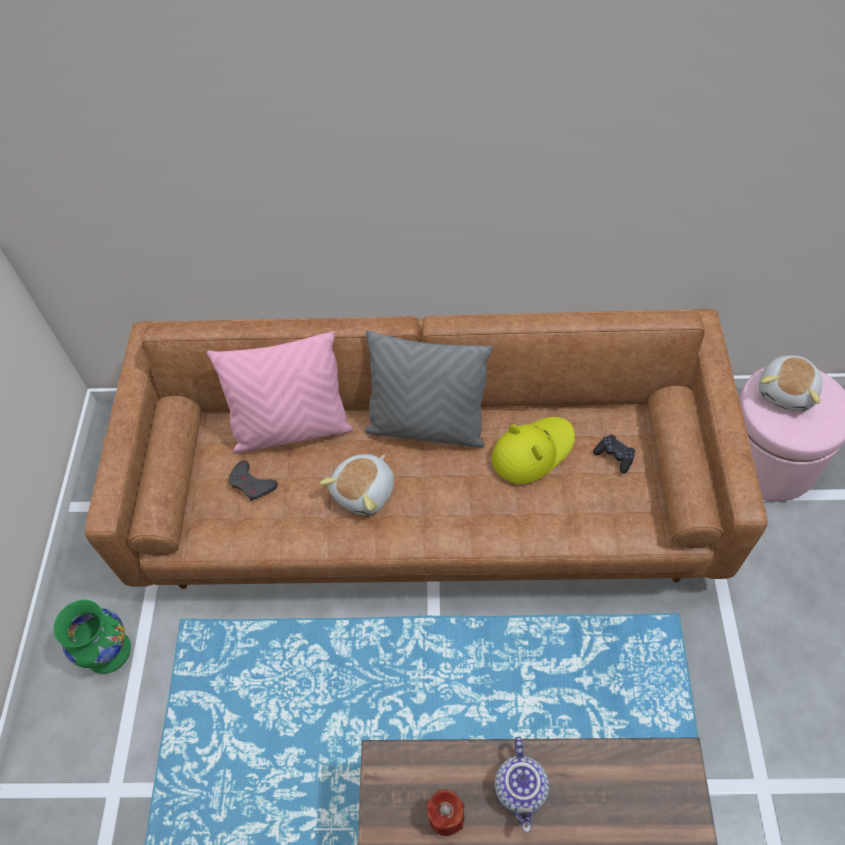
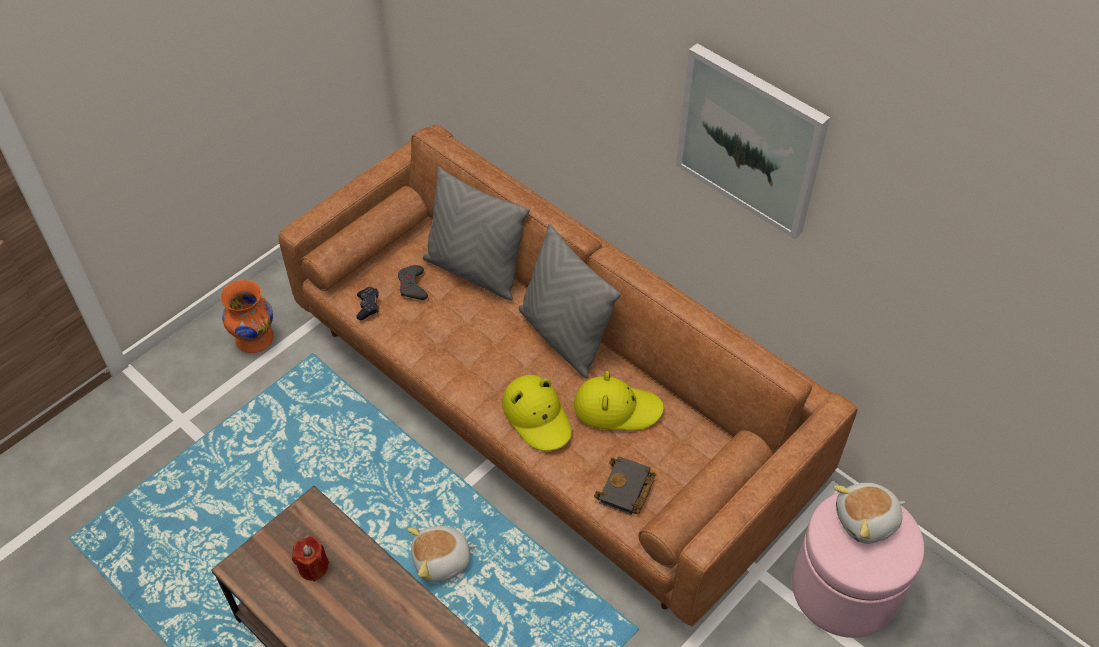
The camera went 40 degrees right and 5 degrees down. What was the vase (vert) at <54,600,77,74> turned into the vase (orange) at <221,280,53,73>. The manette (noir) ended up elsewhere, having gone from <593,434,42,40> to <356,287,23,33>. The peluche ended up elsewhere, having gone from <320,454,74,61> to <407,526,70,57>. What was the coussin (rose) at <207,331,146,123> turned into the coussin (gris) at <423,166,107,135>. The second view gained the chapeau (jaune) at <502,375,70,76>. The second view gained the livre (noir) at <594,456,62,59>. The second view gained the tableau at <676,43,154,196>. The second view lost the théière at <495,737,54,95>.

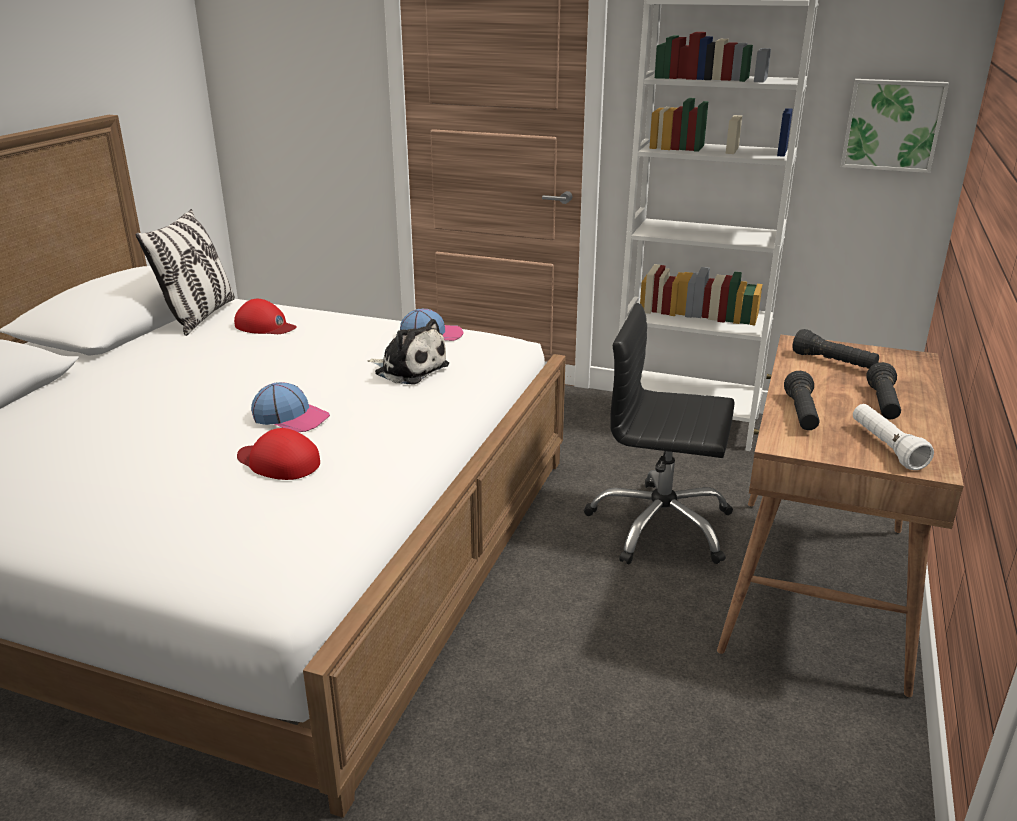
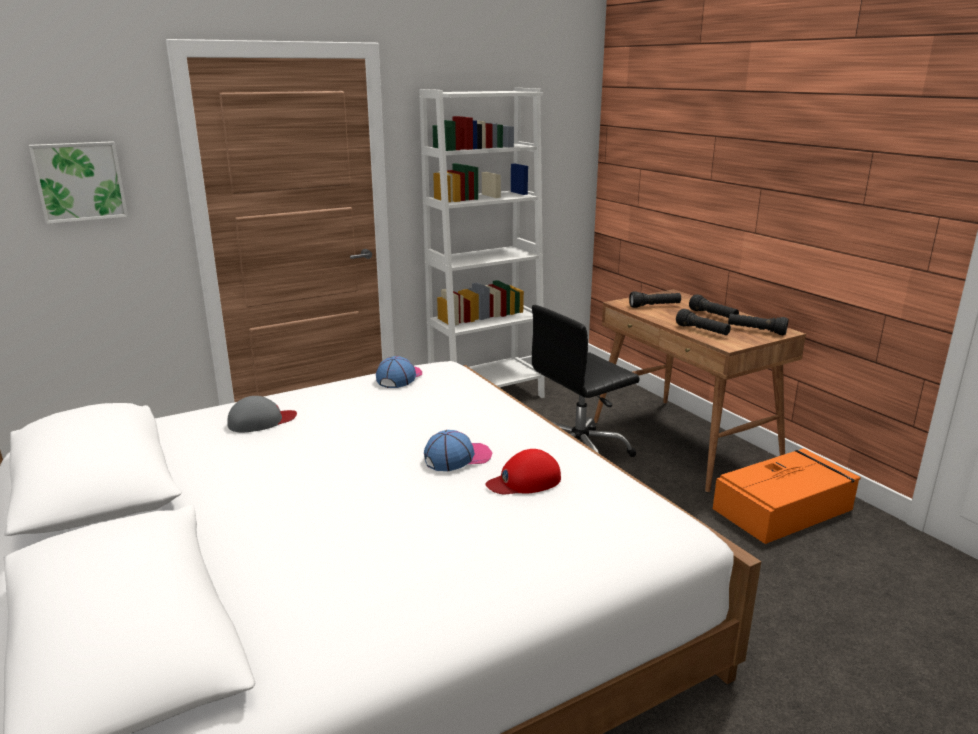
The camera went 50 degrees left and 5 degrees down. The tableau ended up elsewhere, having gone from <841,79,108,94> to <29,141,99,83>. What was the casquette (rouge) at <234,299,63,35> turned into the casquette (gris) at <228,396,69,36>. The second view gained the boîte de rangement (orange) at <713,448,148,96>. What was the lampe de poche (blanc) at <853,404,81,66> turned into the lampe de poche (noir) at <728,314,61,21>. The second view lost the coussin at <136,209,99,127>. The second view lost the peluche at <367,319,82,66>.

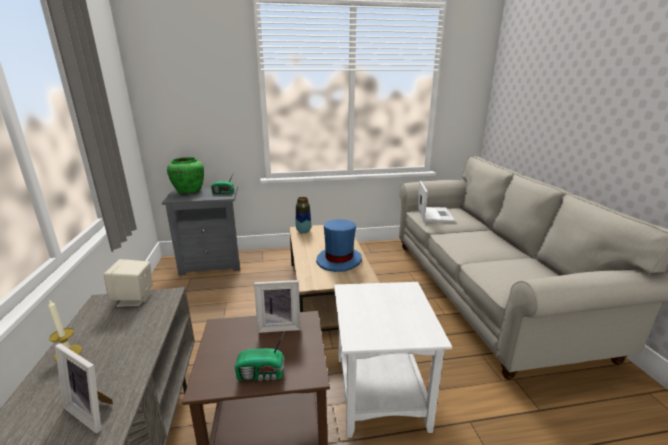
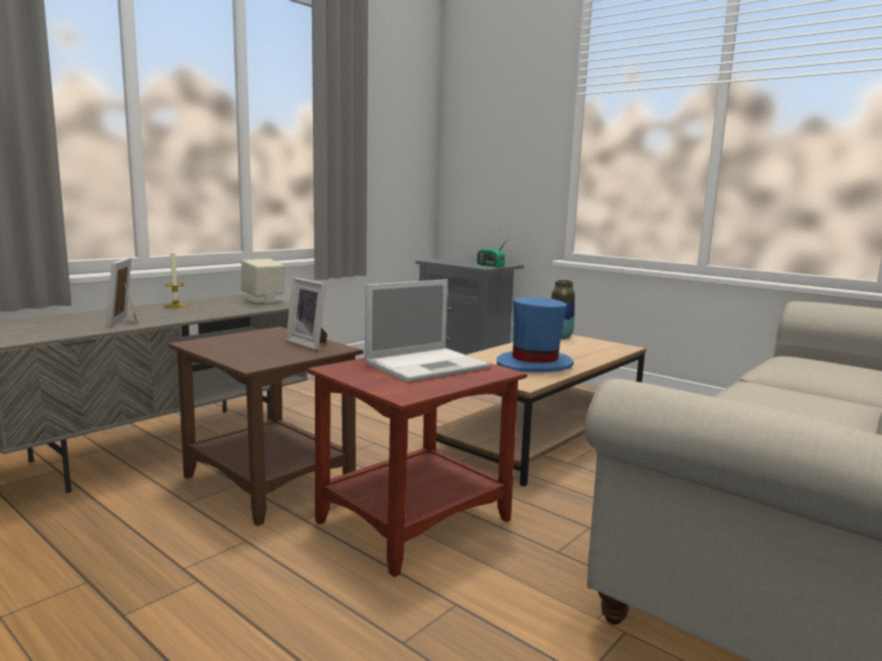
The camera went 50 degrees right and 10 degrees down. What was the table d'appoint (blanc) at <334,282,118,156> turned into the table d'appoint (marron) at <307,358,220,219>. The ordinateur portable ended up elsewhere, having gone from <417,181,38,41> to <365,279,126,103>. The second view lost the vase (vert) at <167,157,37,37>. The second view lost the radio at <235,331,50,50>.

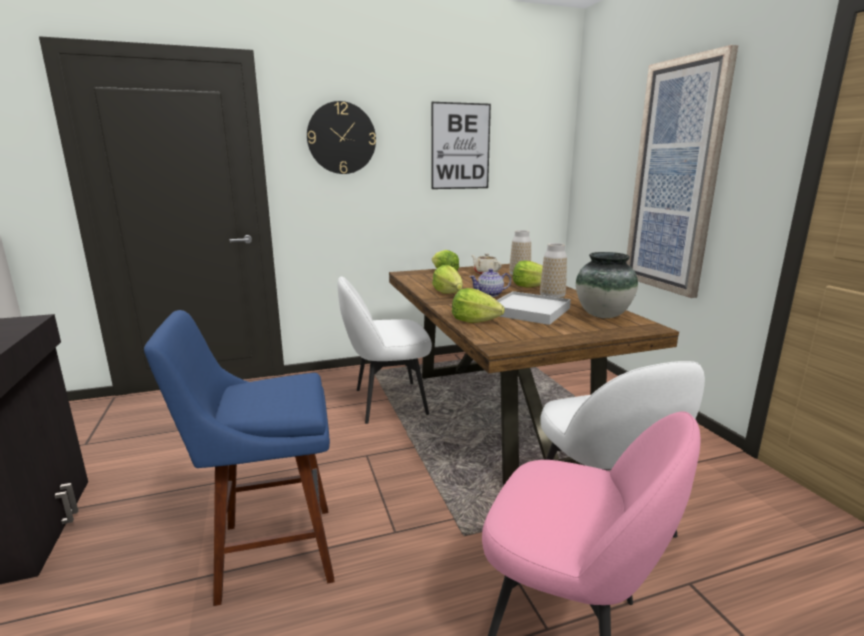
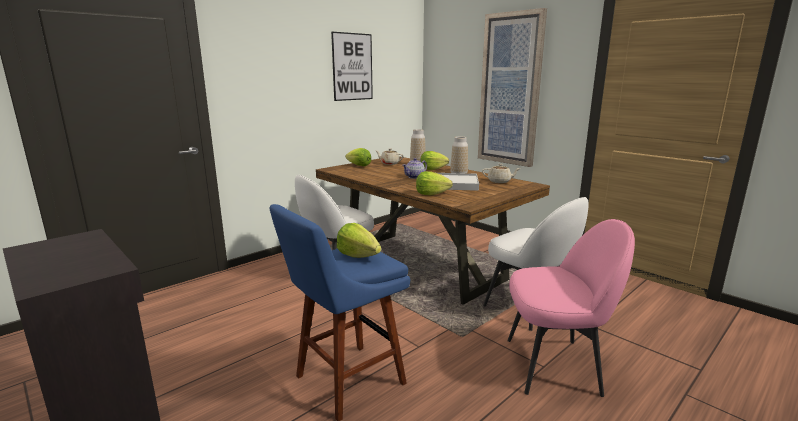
The camera went 25 degrees left and 0 degrees up. The laitue ended up elsewhere, having gone from <432,265,31,29> to <337,223,44,35>. Where the vase stood at <576,252,62,66>, the théière (beige) came to stand at <482,164,39,19>. The second view lost the horloge murale at <307,101,69,73>.

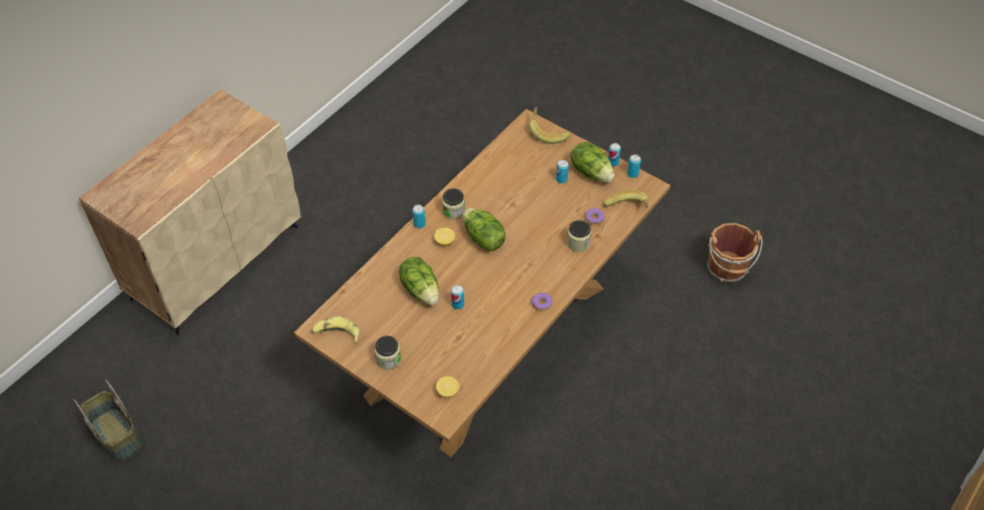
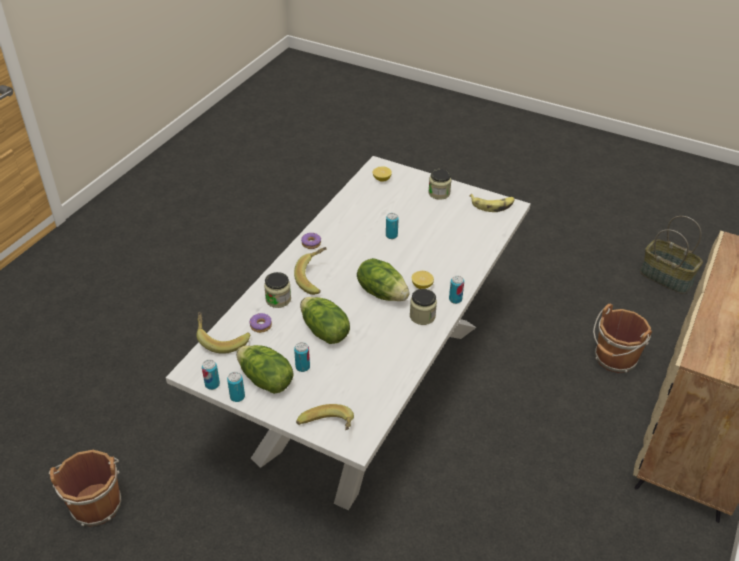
The camera went 170 degrees right and 10 degrees down. What was the table à manger (marron) at <294,109,376,348> turned into the table à manger (blanc) at <166,156,365,354>. The second view gained the banane at <294,247,33,48>. The laitue ended up elsewhere, having gone from <399,257,40,48> to <300,297,50,47>. The second view gained the seau (marron) at <593,304,59,69>.

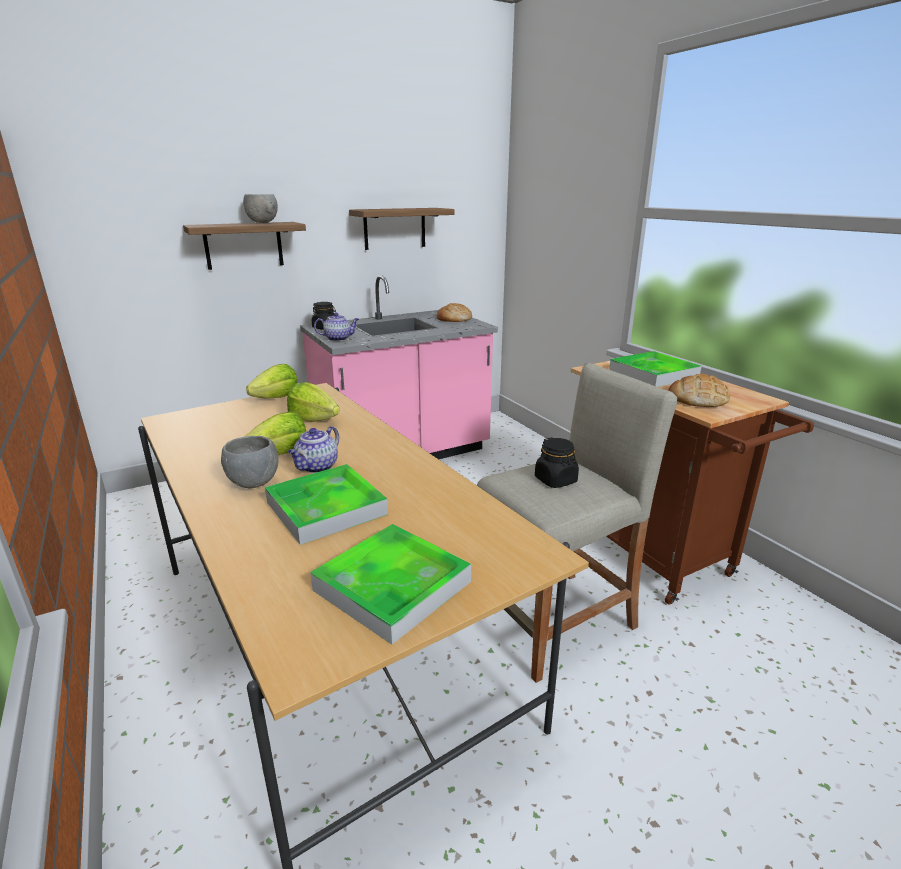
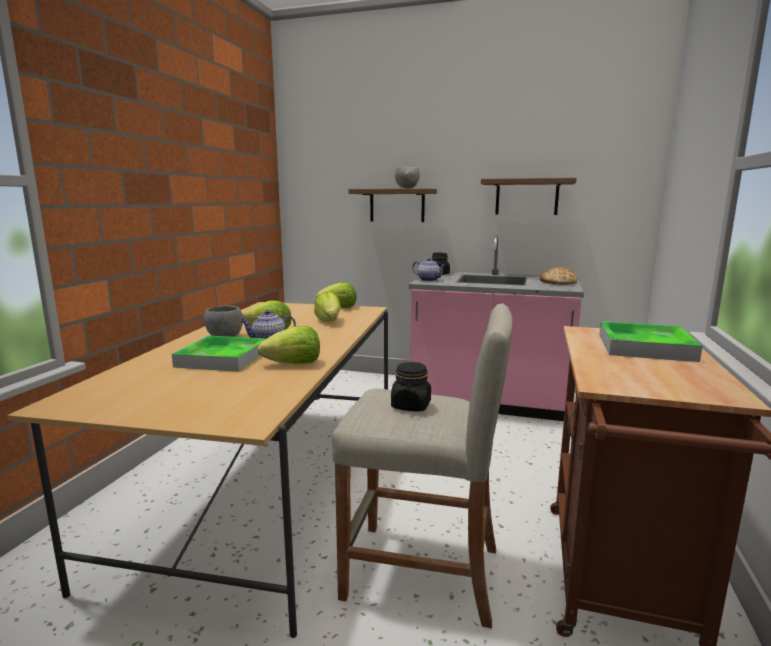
The camera went 45 degrees right and 10 degrees down. The second view gained the laitue at <258,326,62,38>. The second view lost the plateau at <310,524,161,120>. The second view lost the pain at <668,374,62,33>.

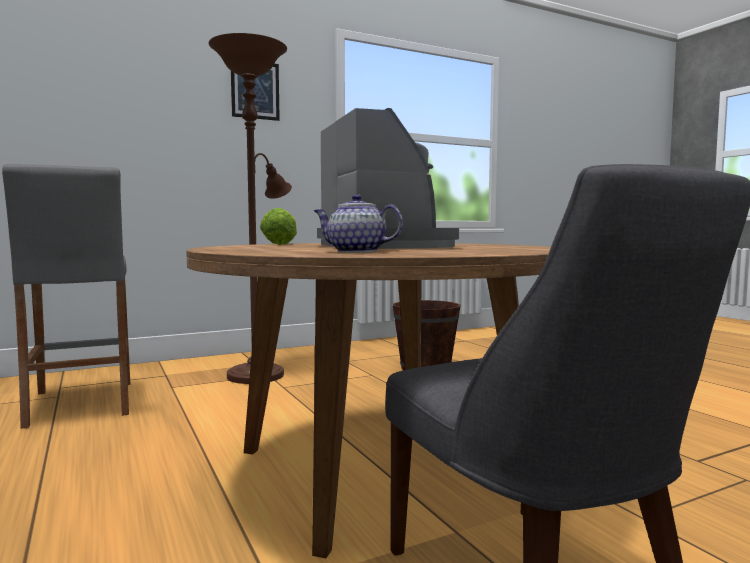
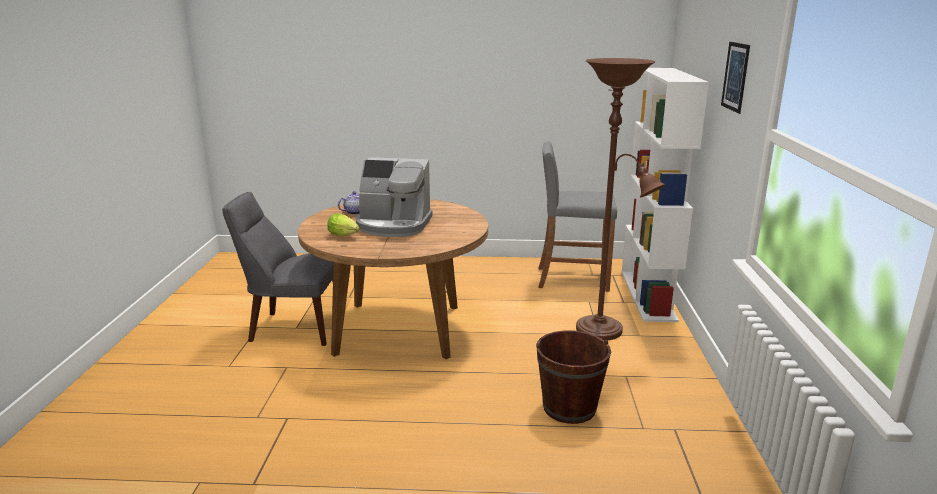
The camera went 120 degrees right and 15 degrees up. The laitue ended up elsewhere, having gone from <260,208,37,37> to <327,214,33,23>. The second view gained the bibliothèque (blanc) at <622,68,87,254>.

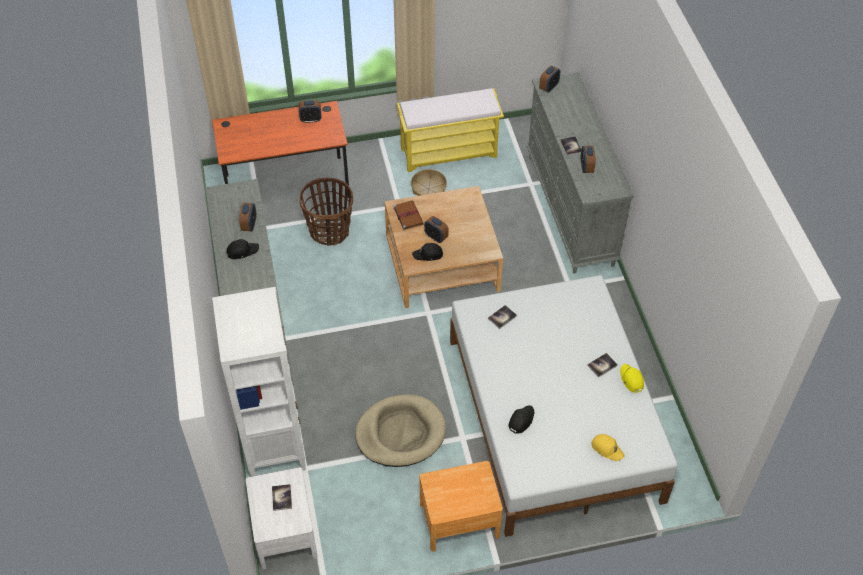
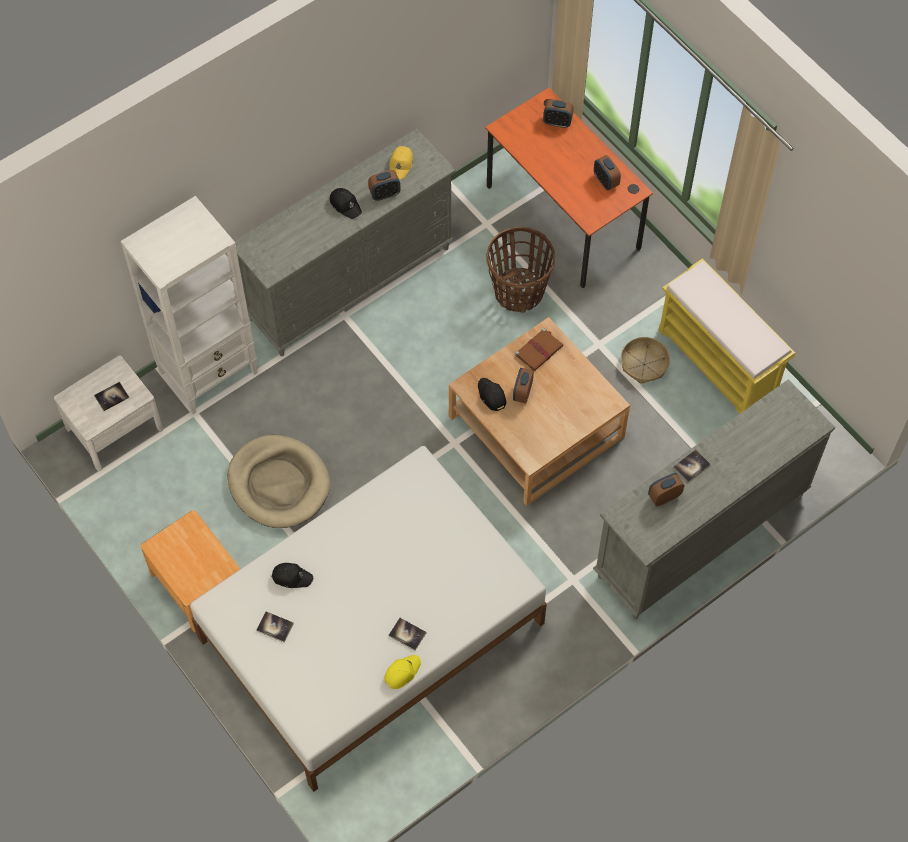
The camera went 65 degrees right and 10 degrees up. The livre ended up elsewhere, having gone from <488,305,29,24> to <256,611,38,31>. The casquette (jaune) ended up elsewhere, having gone from <591,434,33,27> to <389,146,24,33>. The réveil ended up elsewhere, having gone from <539,65,21,27> to <543,99,31,29>.

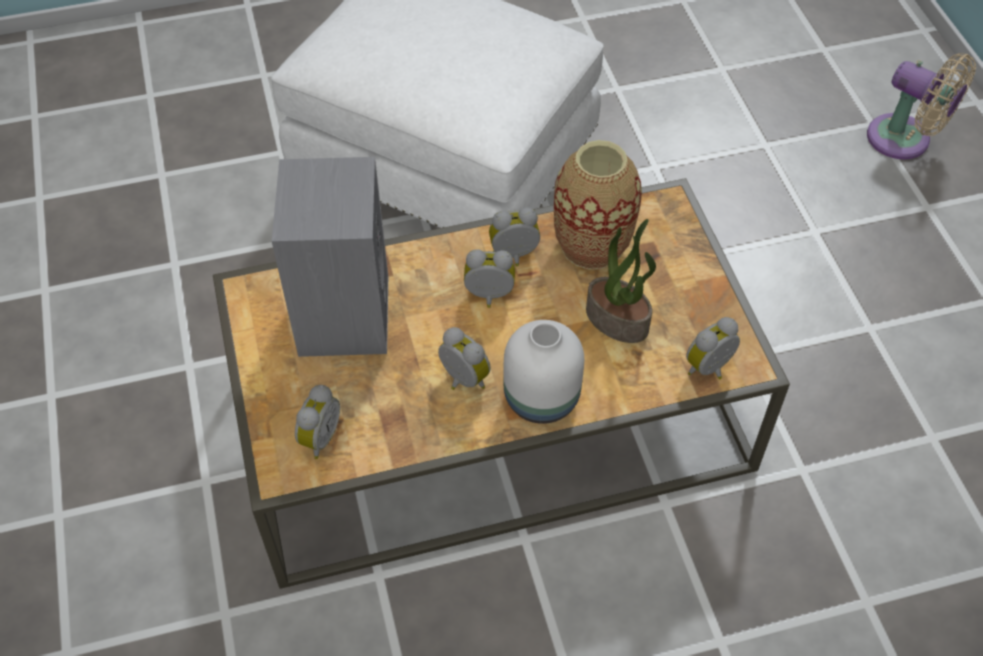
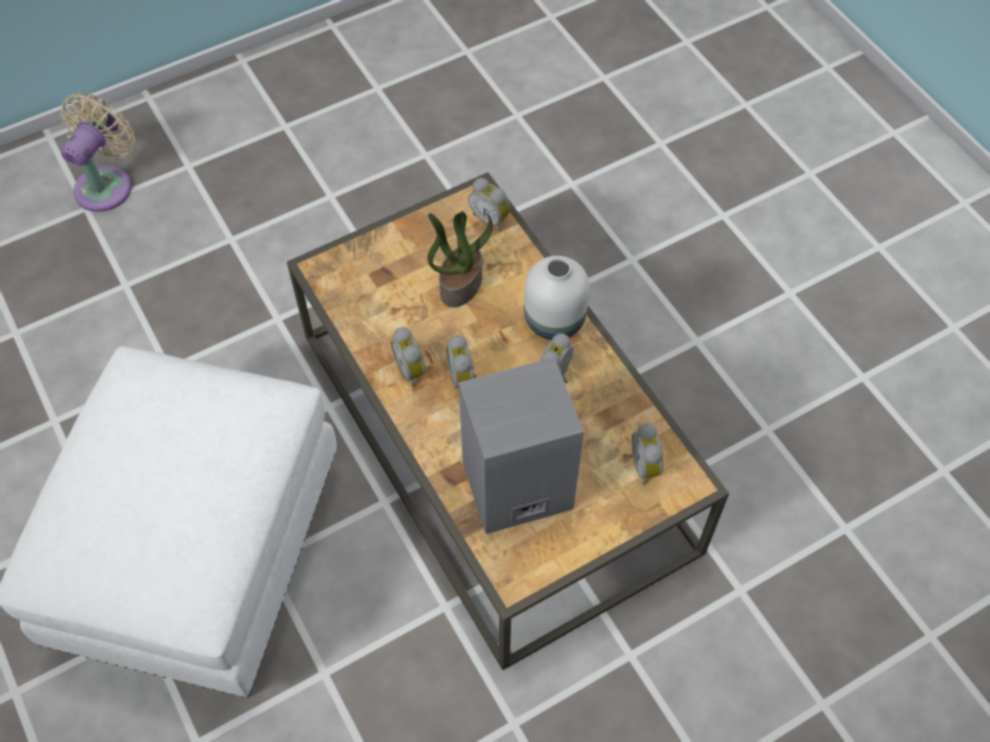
The camera went 105 degrees left and 5 degrees up. The réveil at <295,385,45,74> ended up facing another way, 105 degrees counterclockwise from before. The second view lost the vase at <554,140,88,130>.

